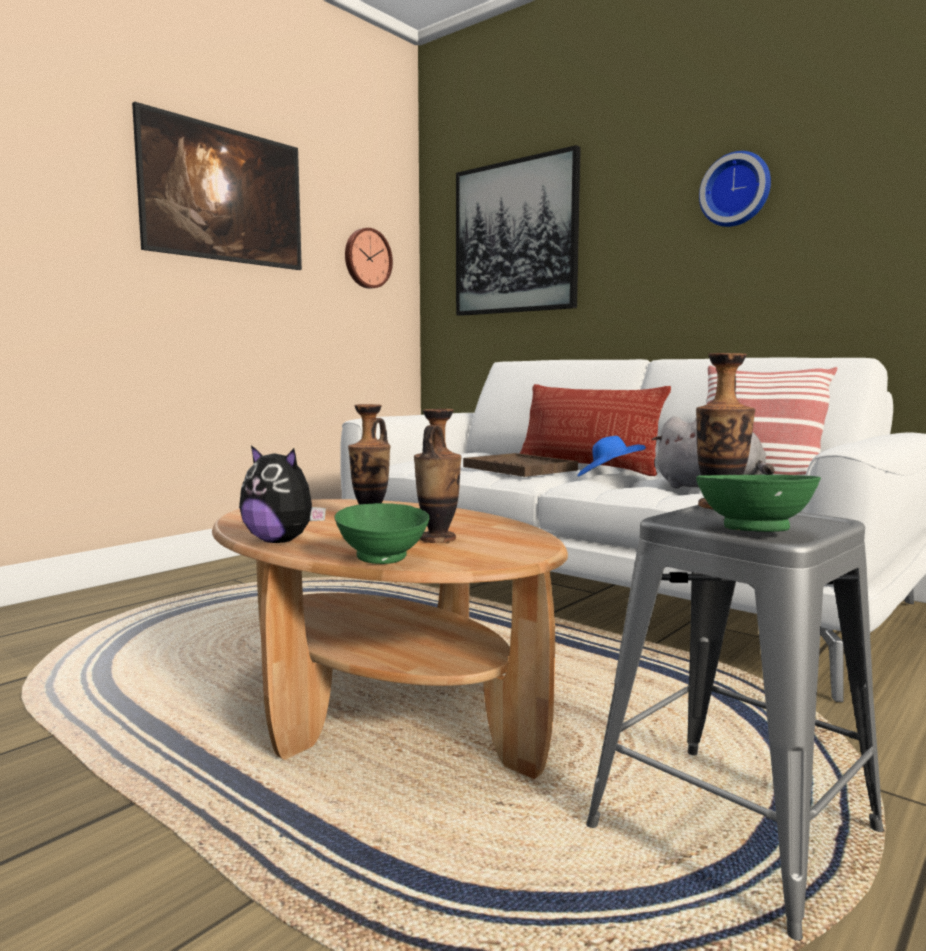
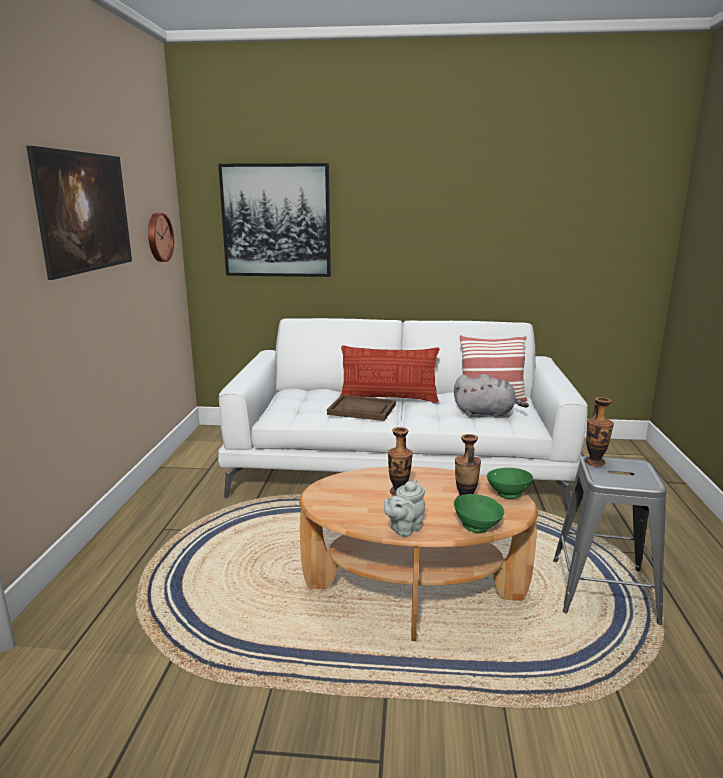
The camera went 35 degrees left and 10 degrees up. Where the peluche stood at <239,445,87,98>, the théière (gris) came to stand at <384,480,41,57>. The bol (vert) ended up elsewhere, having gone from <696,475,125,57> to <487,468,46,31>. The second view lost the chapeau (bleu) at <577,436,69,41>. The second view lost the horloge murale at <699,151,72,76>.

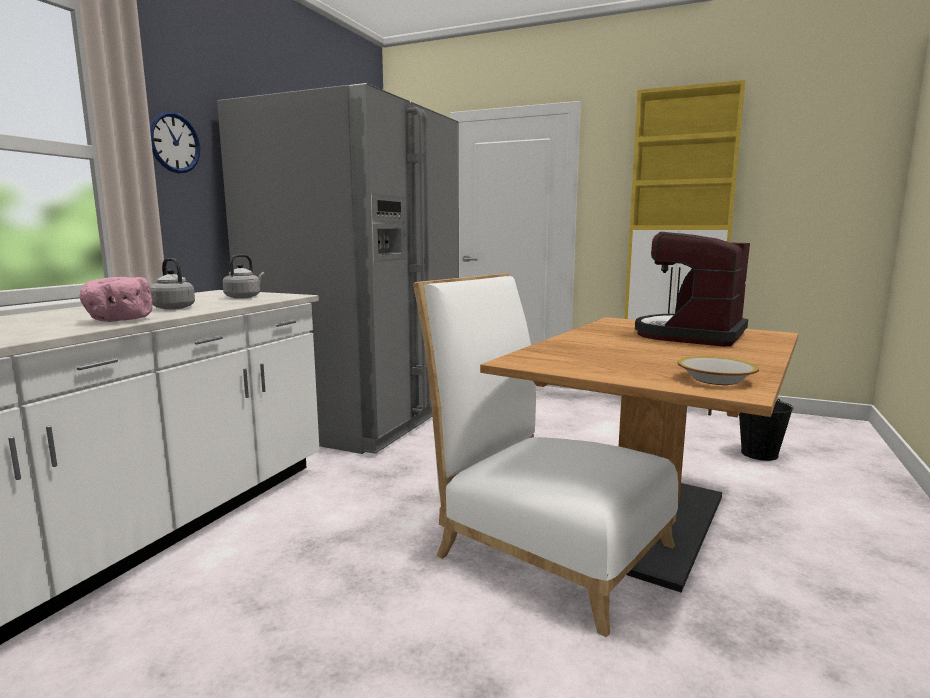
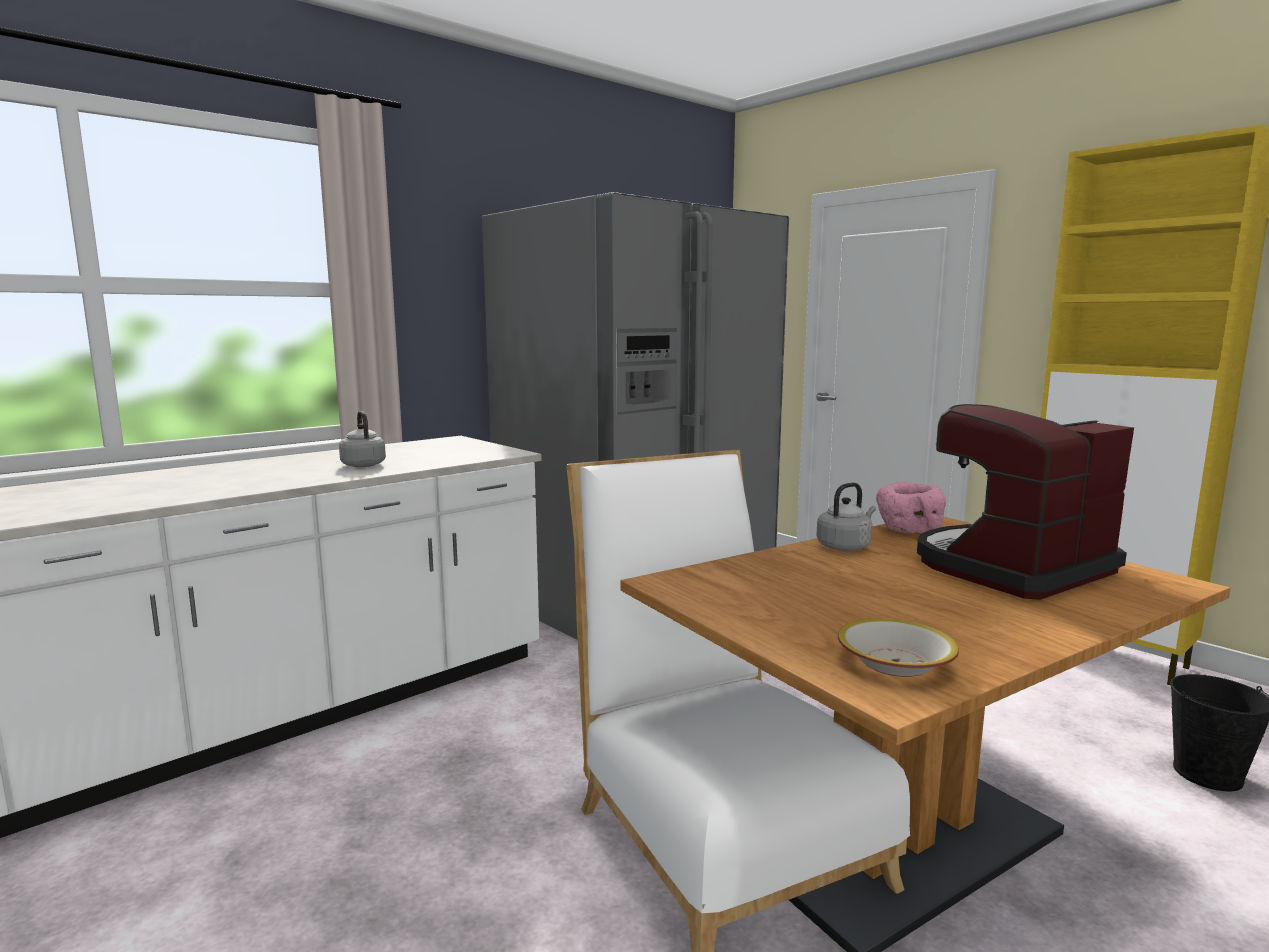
The camera went 25 degrees right and 0 degrees up. The bouilloire (gris) ended up elsewhere, having gone from <223,254,42,45> to <816,483,60,68>. The bol (rose) ended up elsewhere, having gone from <79,277,74,45> to <876,482,70,51>. The second view lost the horloge murale at <150,112,50,61>.

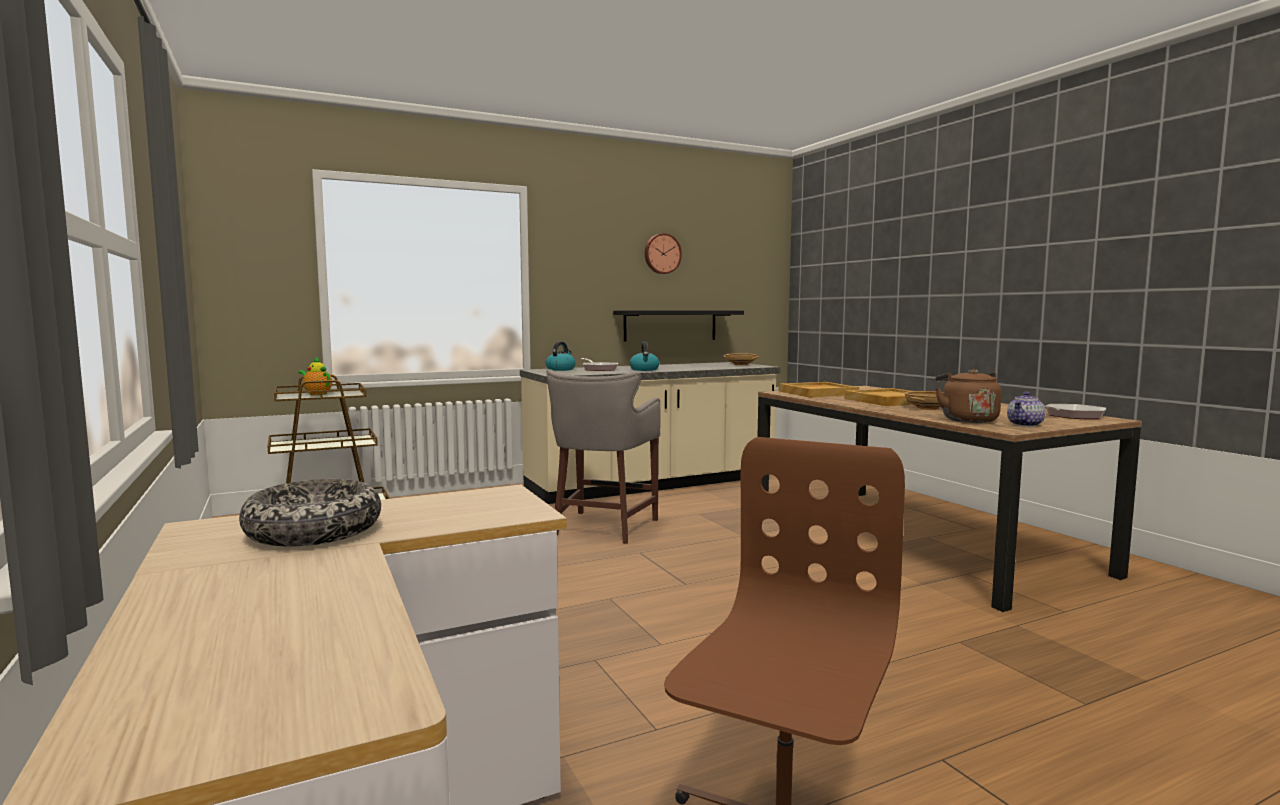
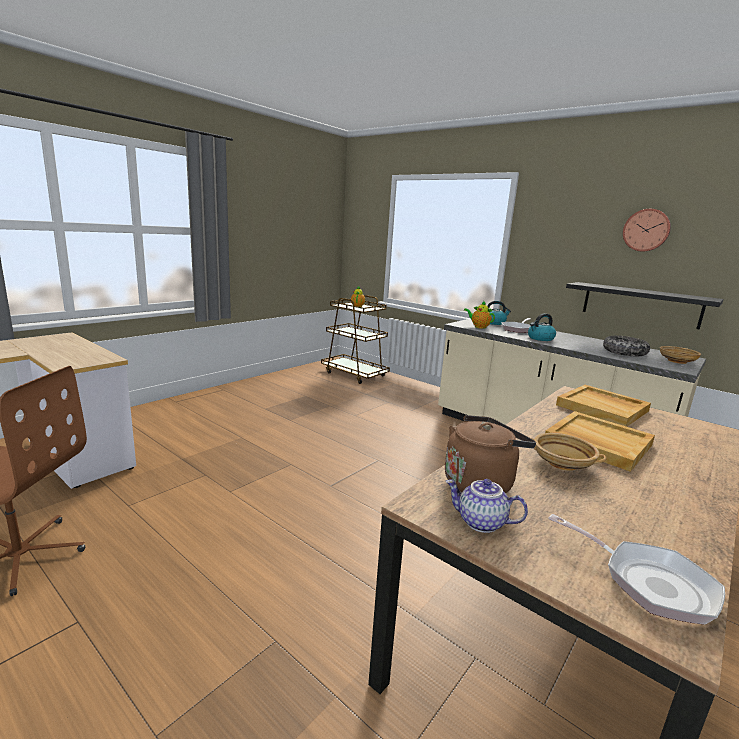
The camera went 65 degrees right and 10 degrees up. The second view gained the théière at <464,300,31,29>. The bol ended up elsewhere, having gone from <239,479,142,67> to <603,336,47,20>. The second view lost the tabouret (gris) at <546,369,115,175>.

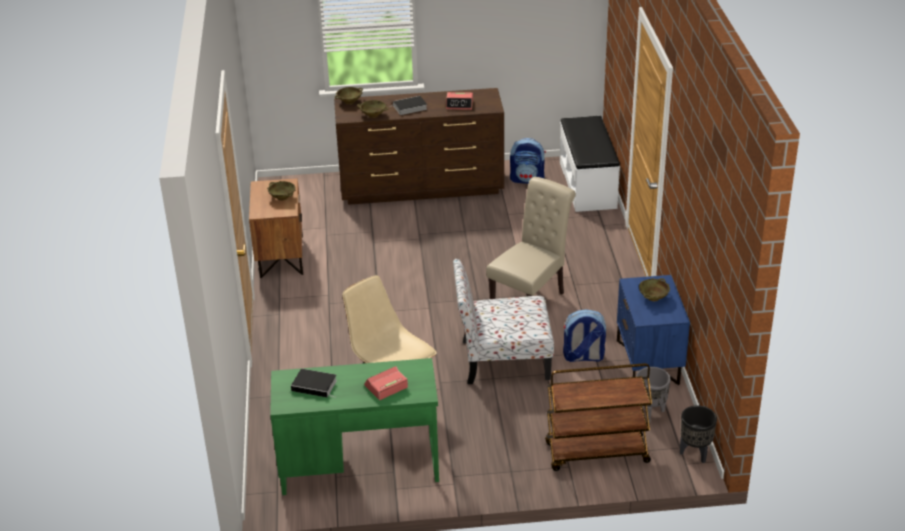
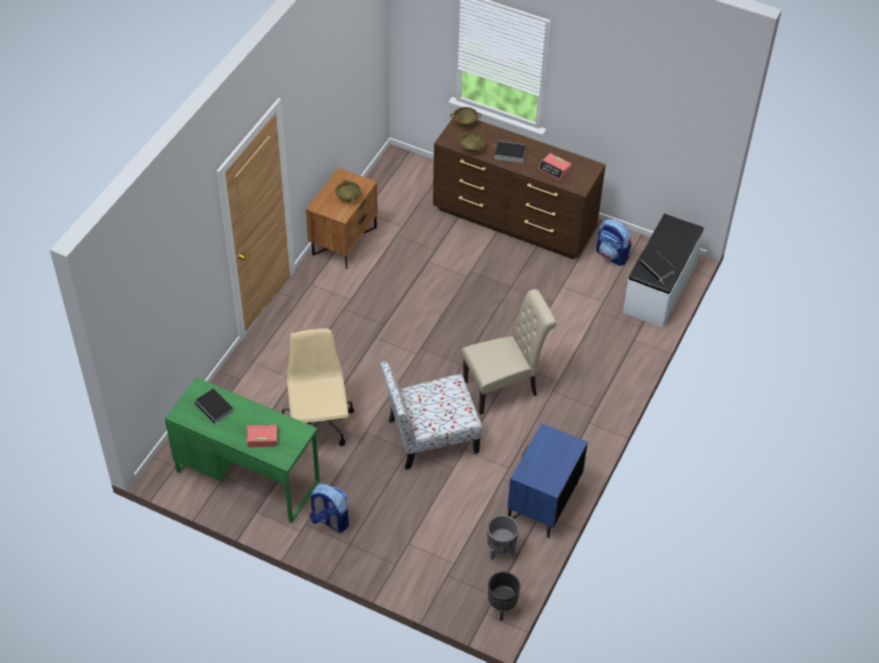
The camera went 30 degrees right and 15 degrees up. The sac à dos ended up elsewhere, having gone from <563,309,43,53> to <309,483,40,50>. The chaise at <453,259,101,125> ended up facing another way, 45 degrees counterclockwise from before. The second view gained the livre at <640,251,35,31>. The second view lost the chariot (marron) at <545,363,107,108>. The second view lost the bol (beige) at <639,278,31,23>.

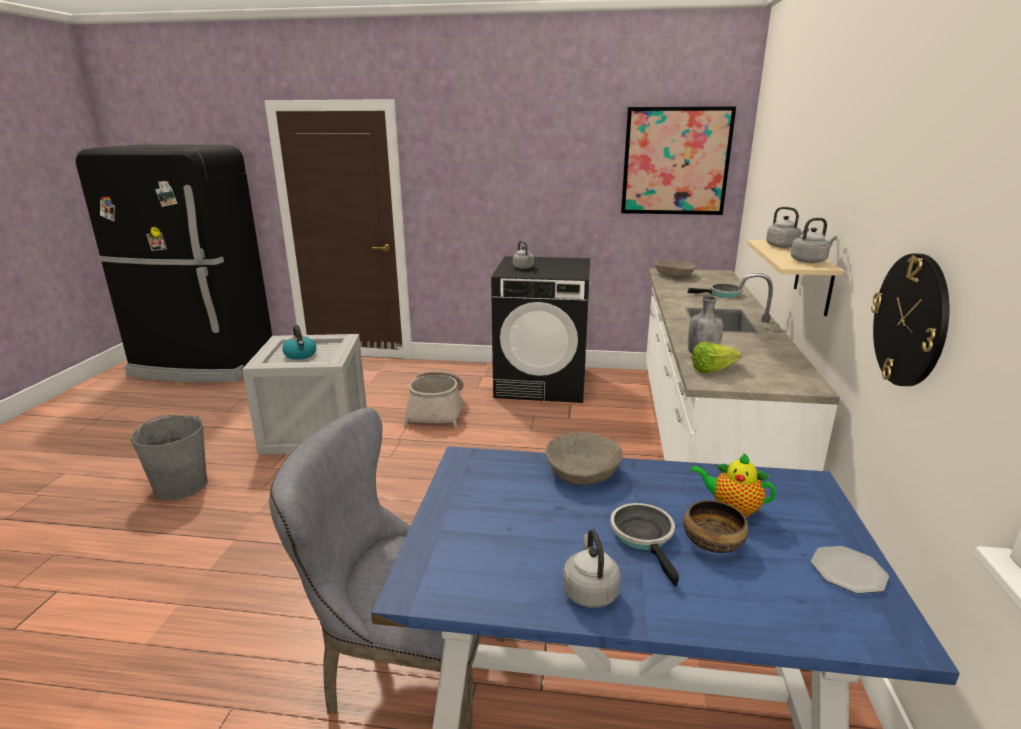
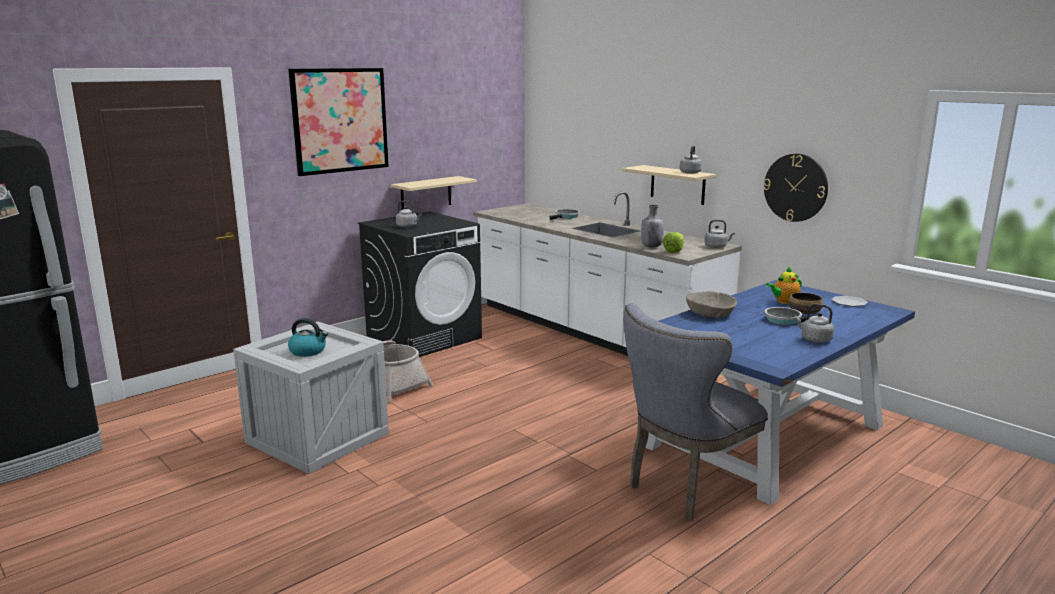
The camera went 50 degrees left and 5 degrees down. The tableau ended up elsewhere, having gone from <621,106,115,109> to <288,68,101,108>. The second view gained the étagère (beige) at <391,176,86,34>. The bouilloire (gris) ended up elsewhere, having gone from <766,207,43,41> to <704,220,31,28>. The second view lost the seau (gris) at <130,415,78,85>. The second view lost the bol (beige) at <655,259,41,19>.

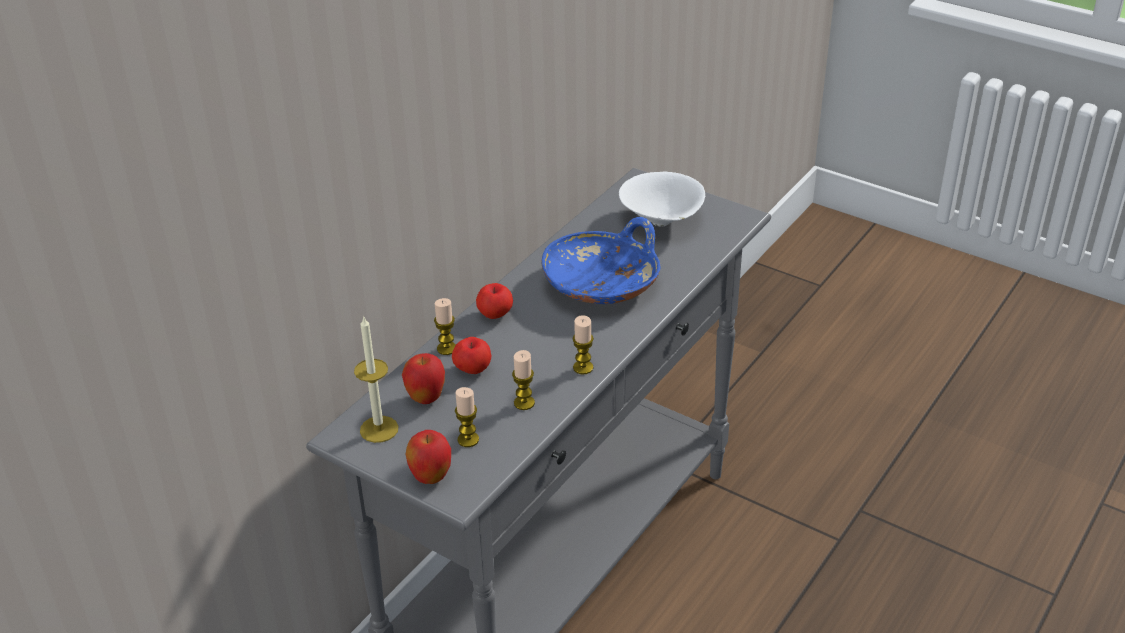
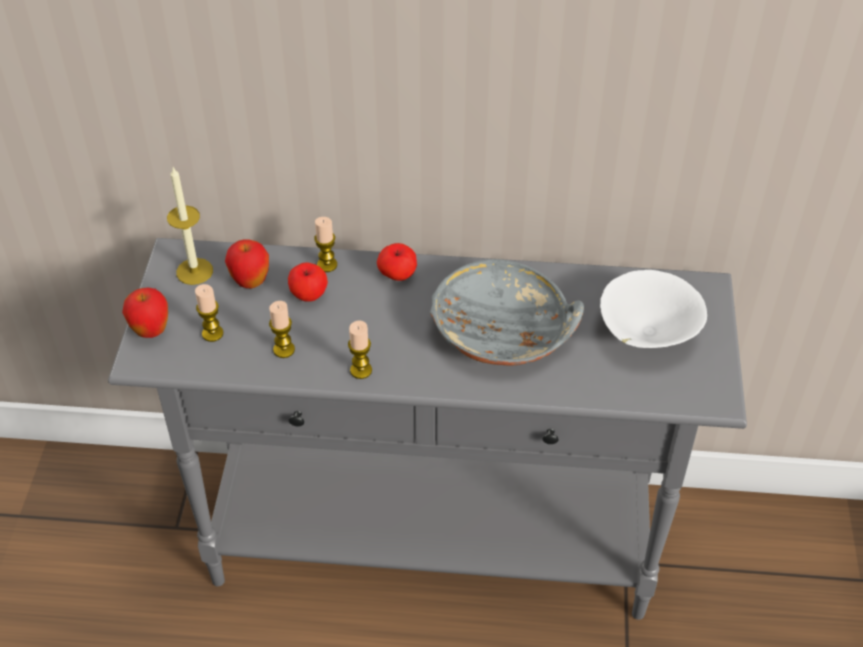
The camera went 60 degrees right and 10 degrees up. What was the bol (bleu) at <541,217,120,87> turned into the bol (gris) at <430,259,154,106>.

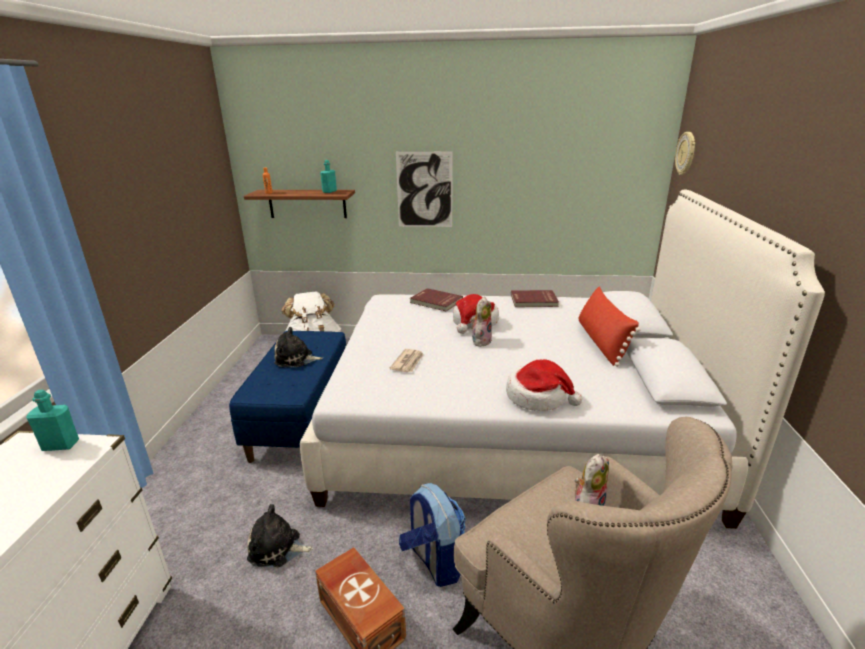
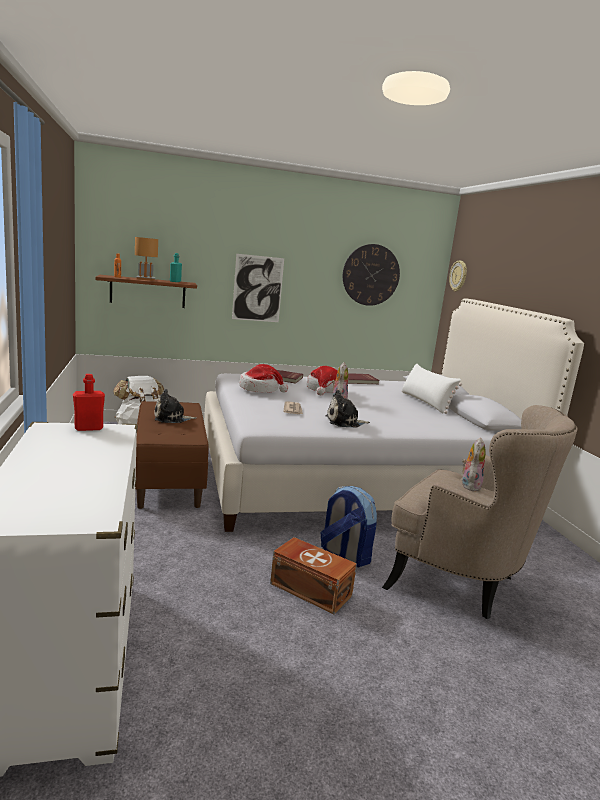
The camera went 20 degrees left and 10 degrees down. What was the bouteille (turquoise) at <26,390,53,61> turned into the bouteille (rouge) at <73,374,32,57>. The second view gained the lampe de table (marron) at <135,237,23,44>. What was the banc (bleu) at <229,331,117,132> turned into the banc (marron) at <135,401,74,108>. The chapeau ended up elsewhere, having gone from <506,359,76,52> to <239,364,49,29>. The peluche ended up elsewhere, having gone from <247,504,66,63> to <326,390,44,38>. The second view gained the horloge murale at <343,244,57,62>. What was the coussin (rouge) at <579,286,62,81> turned into the coussin (blanc) at <402,364,60,50>.

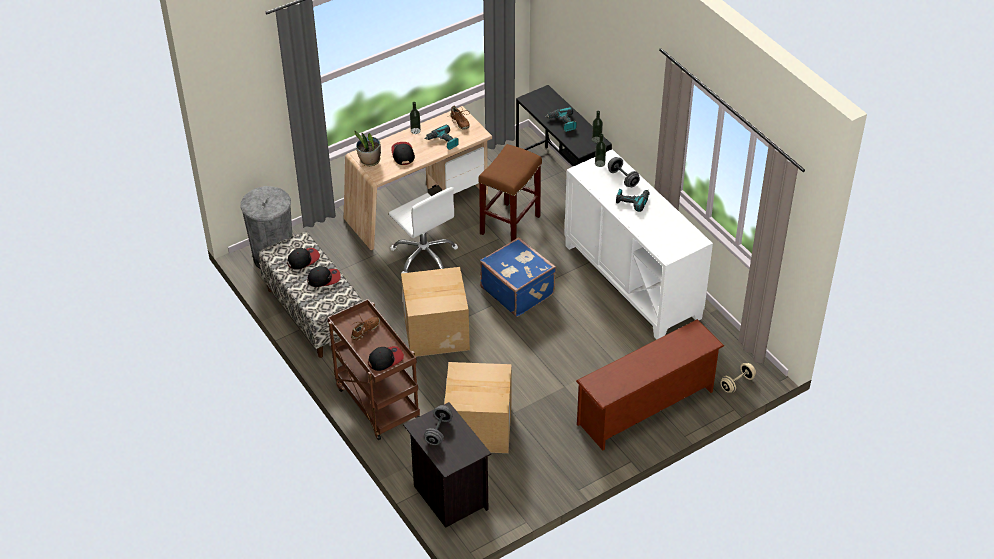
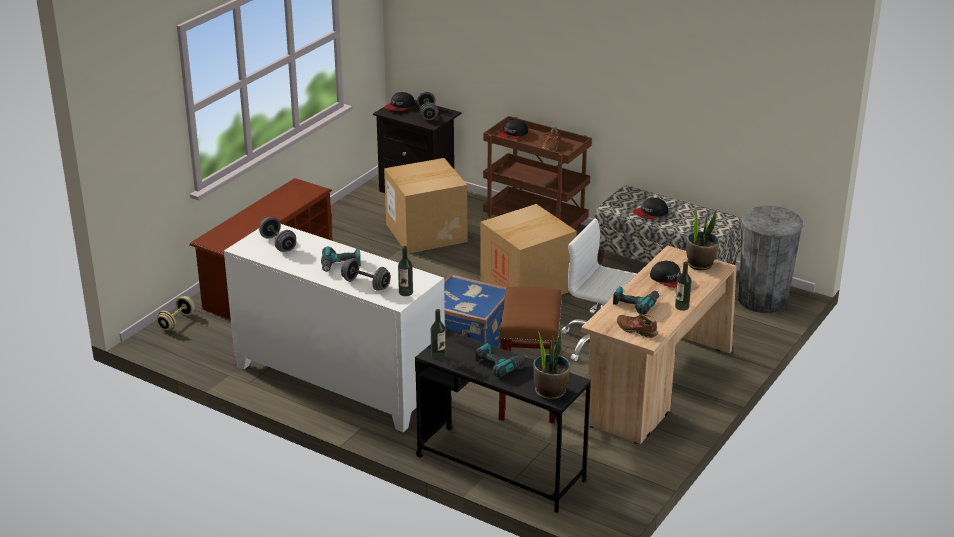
The camera went 155 degrees right and 15 degrees down. The second view gained the haltère (gris) at <259,217,37,35>. The casquette ended up elsewhere, having gone from <287,248,33,22> to <384,92,31,19>. The second view gained the plante en pot at <533,328,38,72>.

